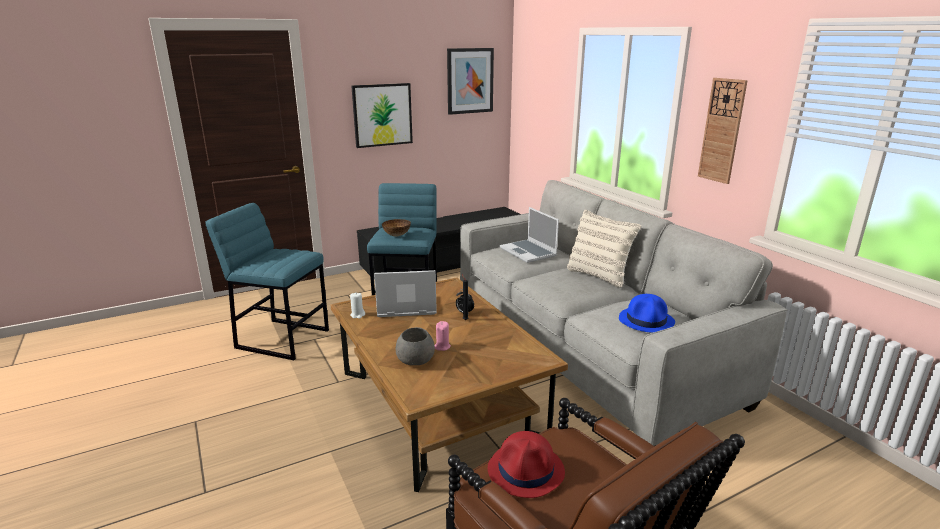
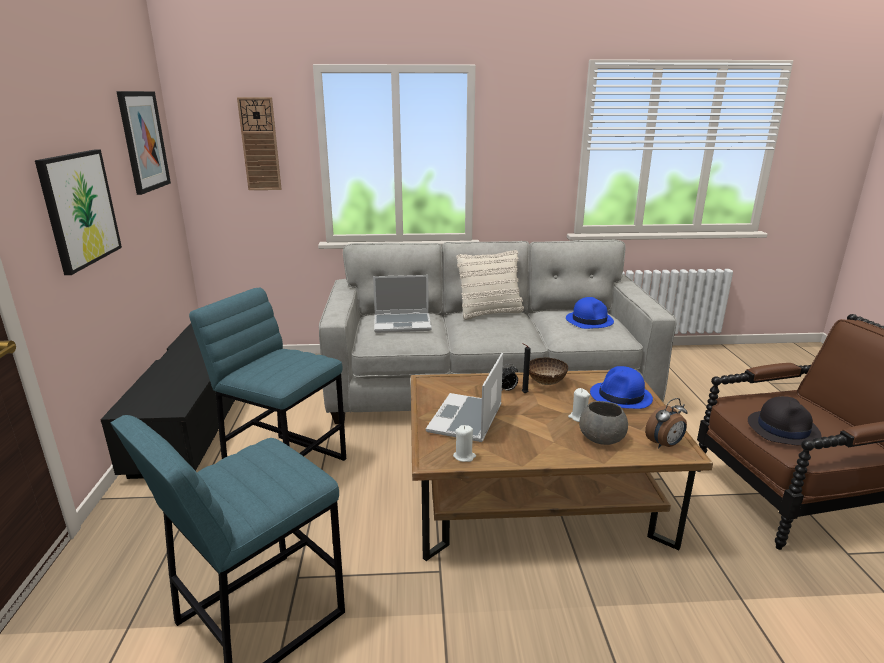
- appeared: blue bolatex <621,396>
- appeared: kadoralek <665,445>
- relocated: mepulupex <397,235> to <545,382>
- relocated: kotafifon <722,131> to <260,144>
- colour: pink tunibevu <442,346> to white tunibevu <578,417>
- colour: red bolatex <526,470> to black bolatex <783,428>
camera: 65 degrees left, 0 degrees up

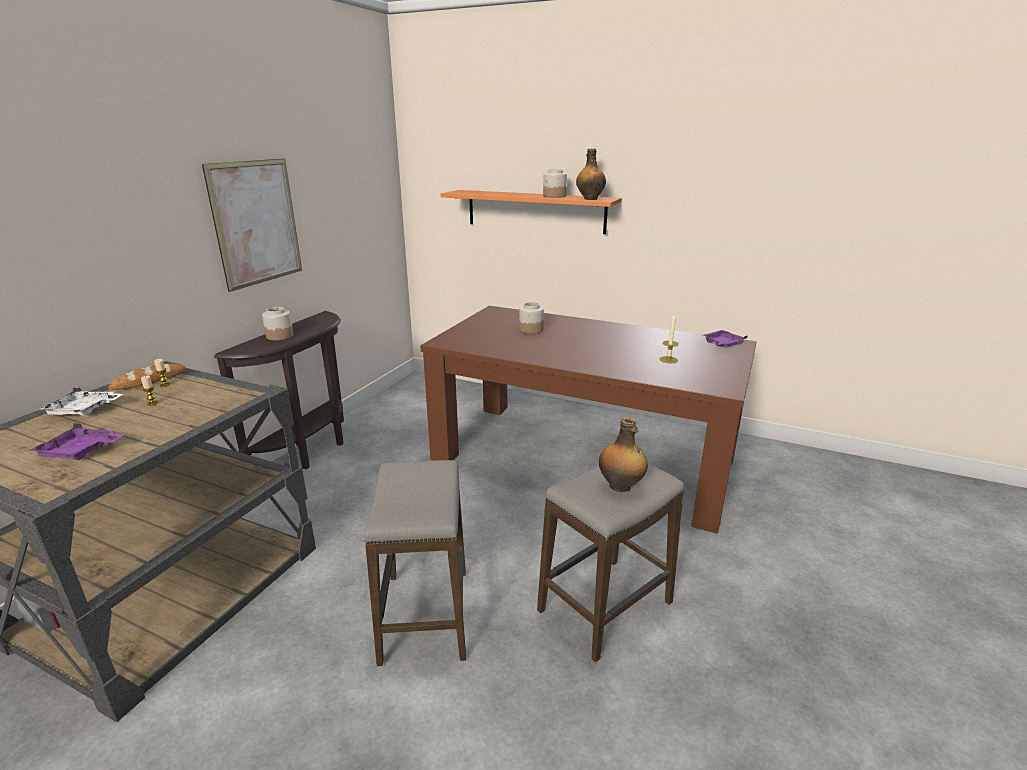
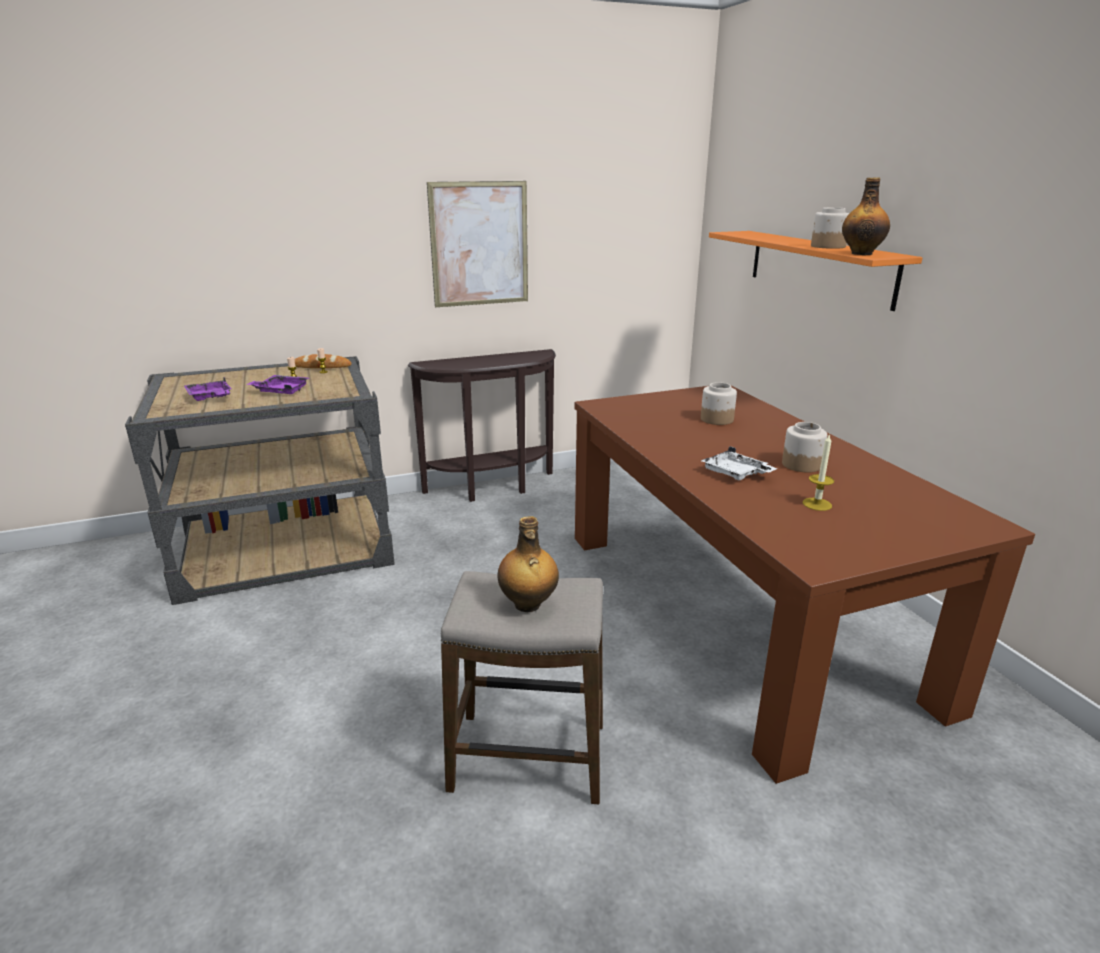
- missing: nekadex <425,615>
- relocated: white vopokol <84,410> to <735,474>
- relocated: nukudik <280,336> to <801,464>
- relocated: purple vopokol <722,344> to <281,391>
camera: 45 degrees right, 0 degrees up

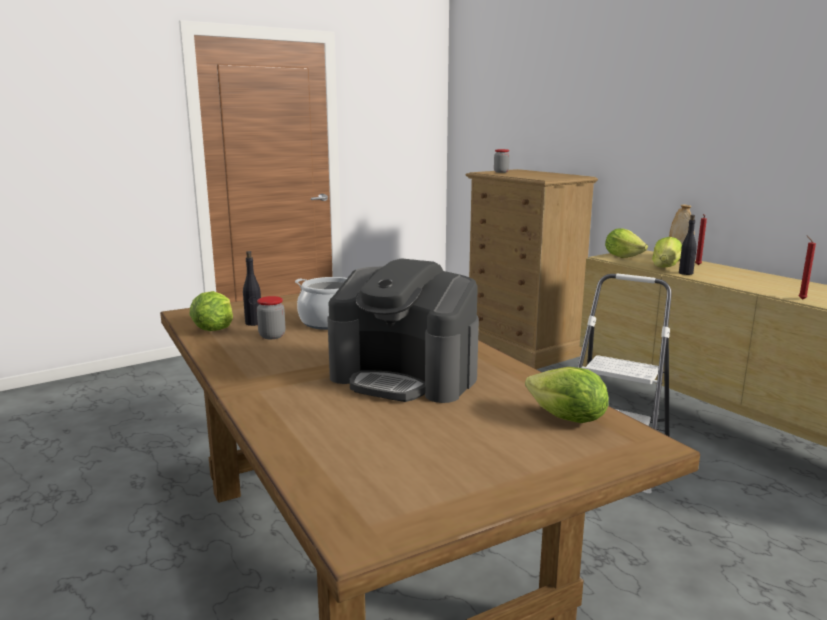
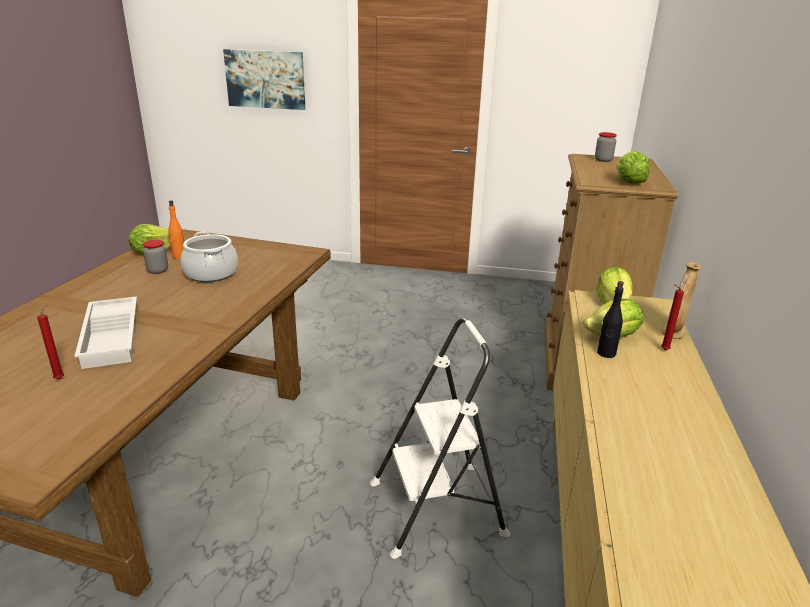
- appeared: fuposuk <265,79>
- relocated: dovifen <567,419> to <628,183>
- relocated: red tunibevu <801,299> to <61,378>
- exchanged: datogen <405,377> to white vopokol <113,337>
- colour: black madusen <253,323> to orange madusen <179,256>
camera: 45 degrees right, 10 degrees up

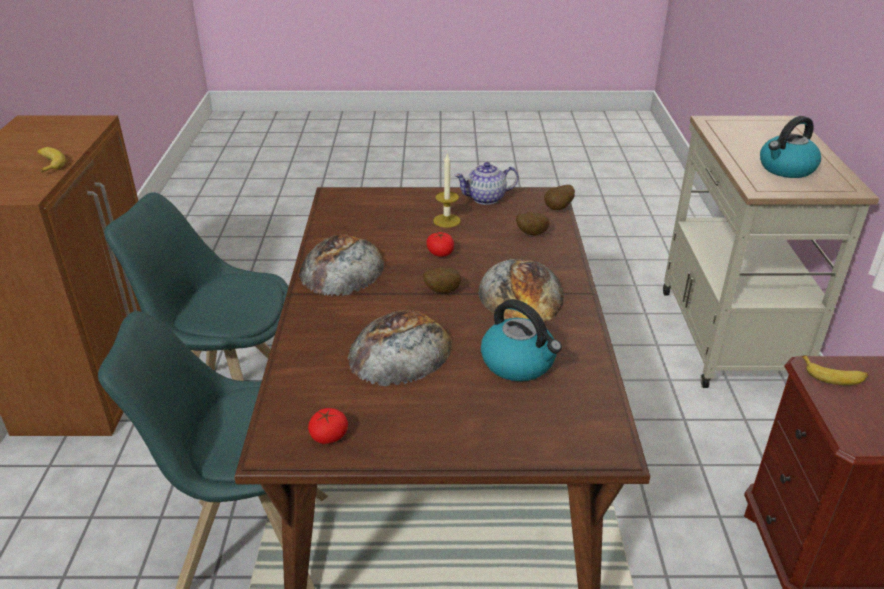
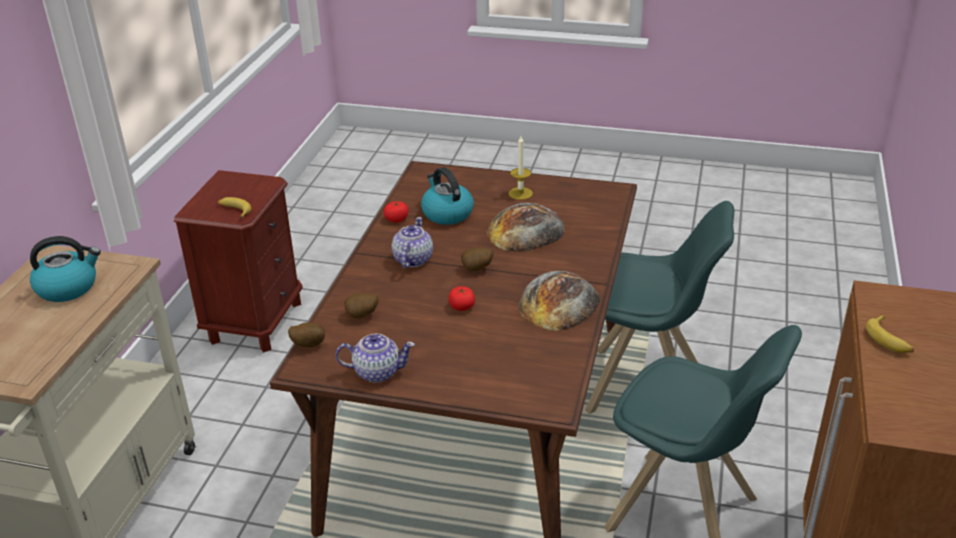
- relocated: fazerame <329,436> to <396,219>
- relocated: tunibevu <446,220> to <520,193>
- exchanged: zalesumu <521,293> to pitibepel <412,260>
camera: 165 degrees left, 0 degrees up

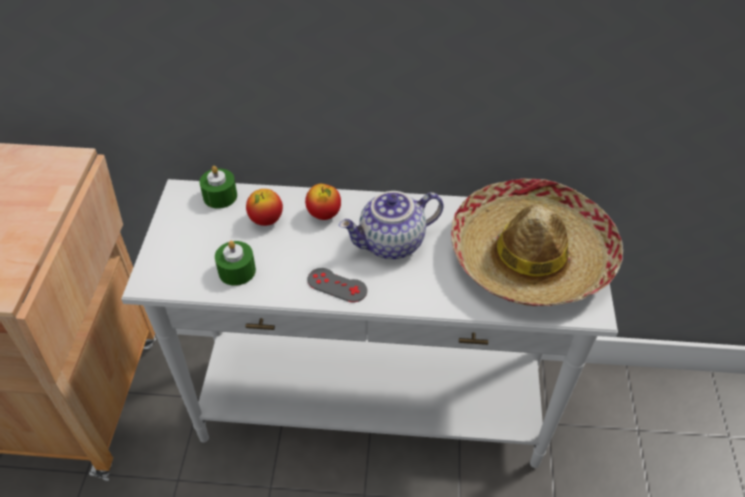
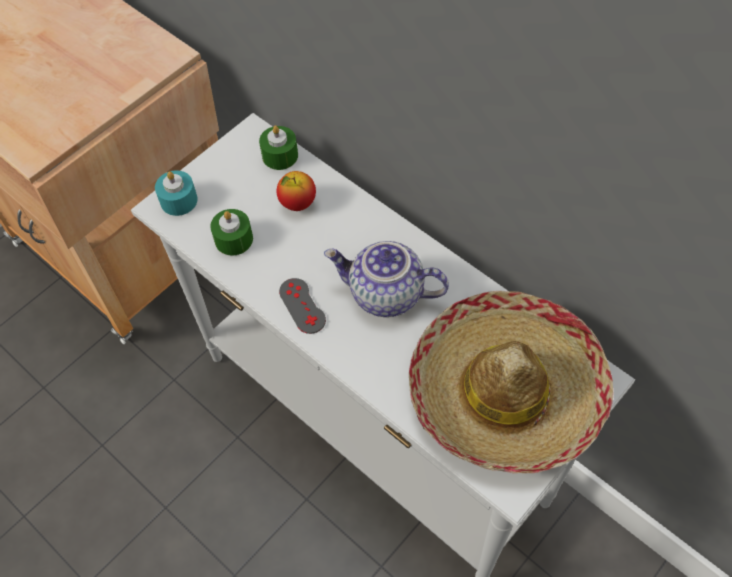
- missing: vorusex <324,215>
- appeared: turquoise tunibevu <179,200>
camera: 40 degrees right, 10 degrees up

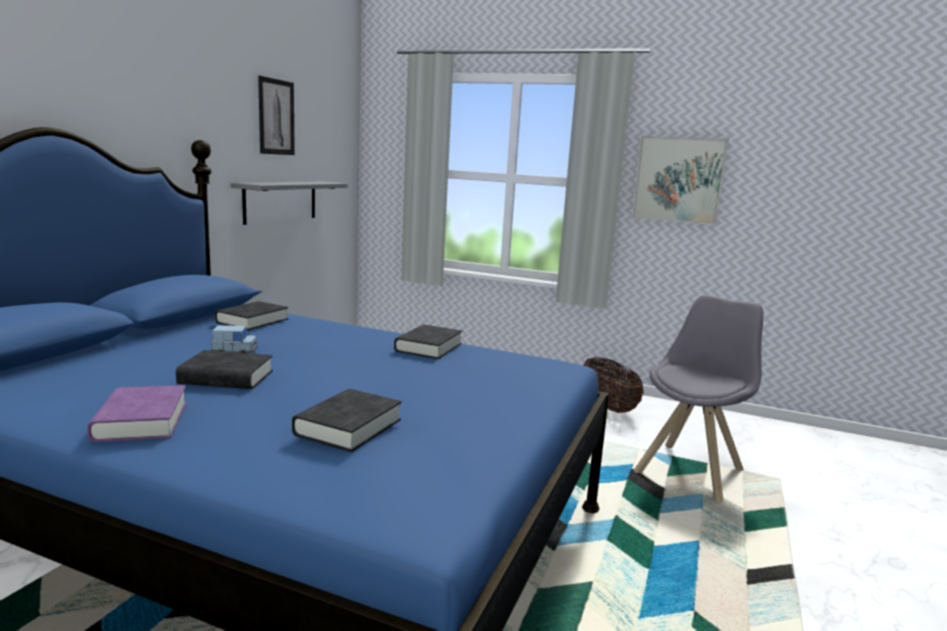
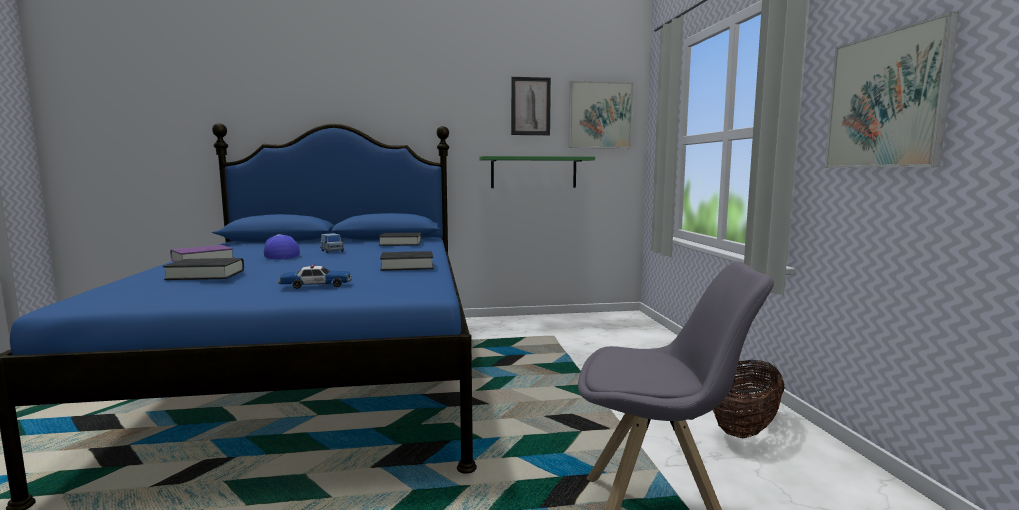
- appeared: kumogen <316,285>
- appeared: fuposuk <600,115>
- exchanged: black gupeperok <226,377> to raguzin <280,255>
- colour: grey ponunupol <280,201> to green ponunupol <533,172>
camera: 60 degrees right, 5 degrees down

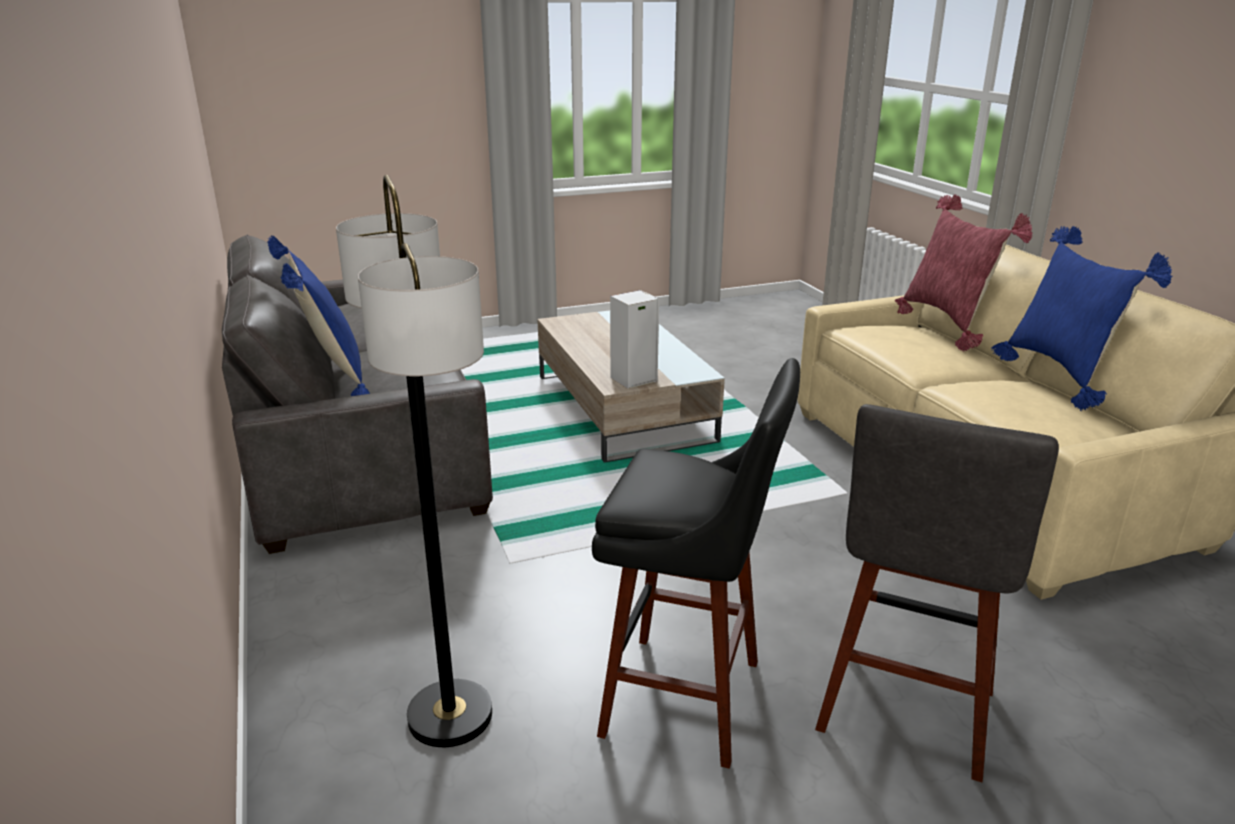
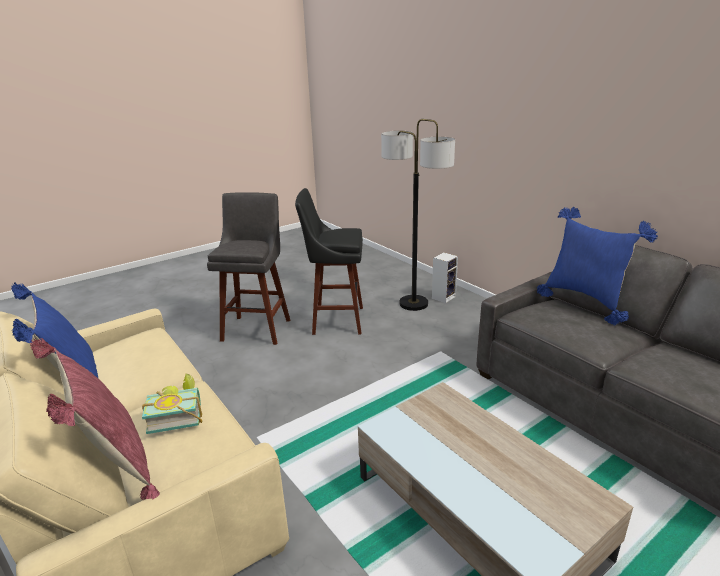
- appeared: gupeperok <176,416>
- relocated: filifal <632,380> to <443,297>
camera: 165 degrees right, 0 degrees up

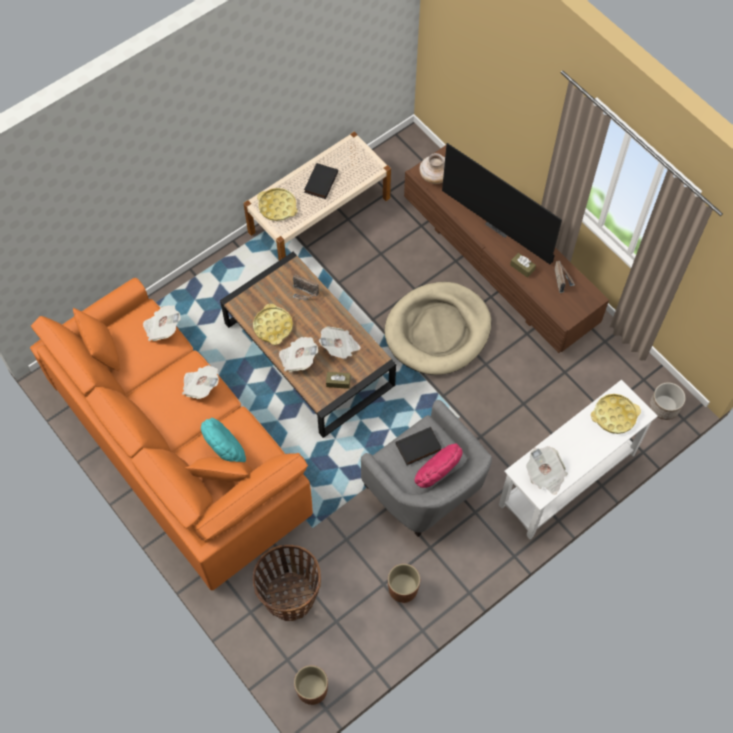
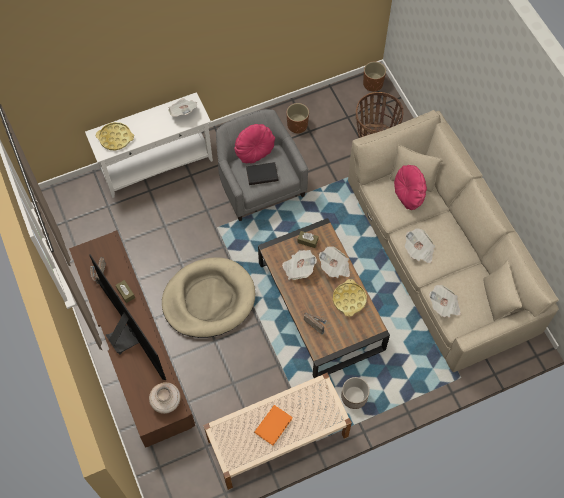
- missing: yellow vopokol <277,207>
- relocated: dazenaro <664,406> to <354,397>
- colour: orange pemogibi <178,445> to beige pemogibi <439,257>
- colour: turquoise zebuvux <225,452> to pink zebuvux <407,196>
- colour: black gupeperok <320,182> to orange gupeperok <274,426>
camera: 165 degrees left, 0 degrees up

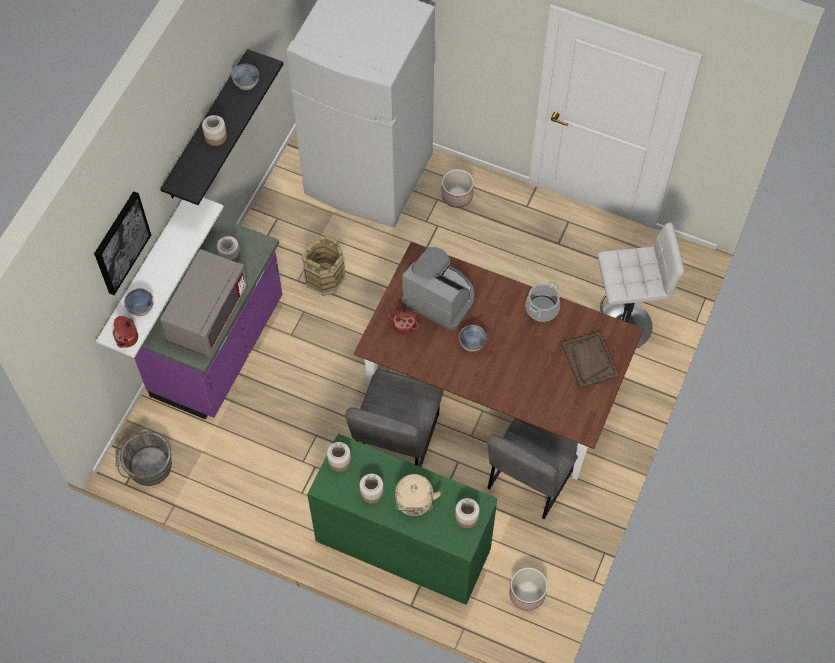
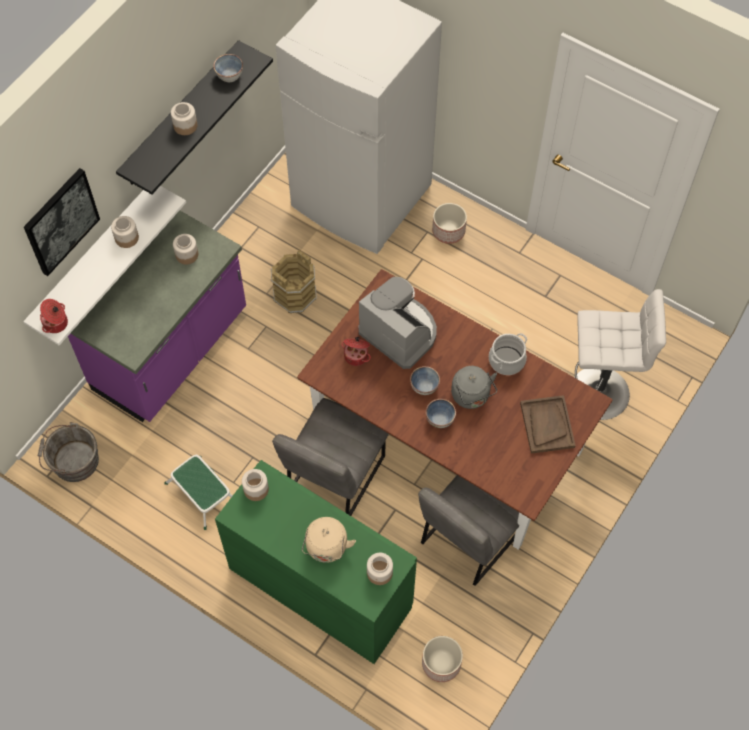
- missing: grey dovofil <208,316>
- appeared: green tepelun <203,492>
- appeared: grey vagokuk <471,396>
- relocated: mepulupex <141,308> to <440,419>
- relocated: nukudik <372,492> to <127,238>
camera: 10 degrees right, 0 degrees up

